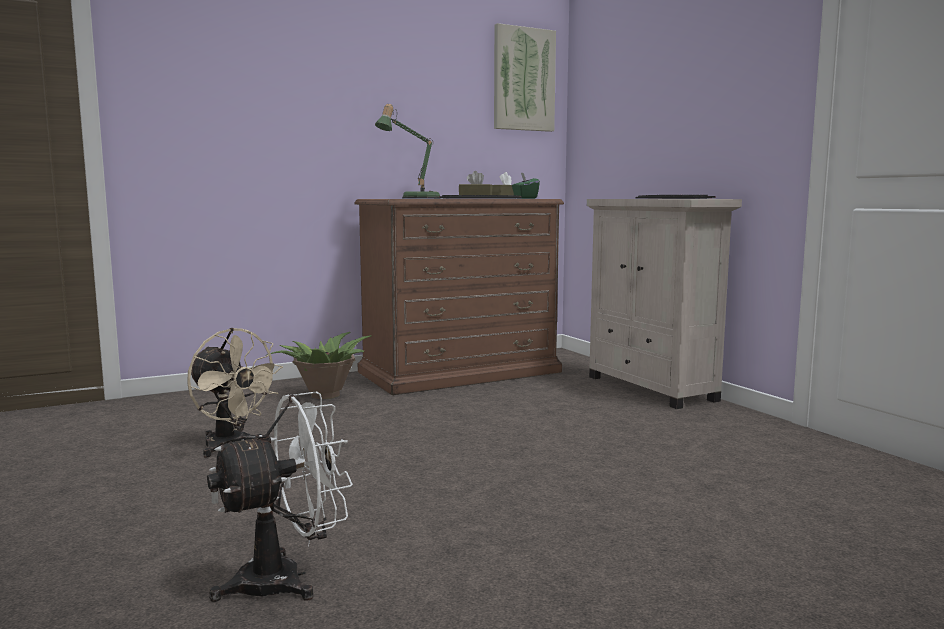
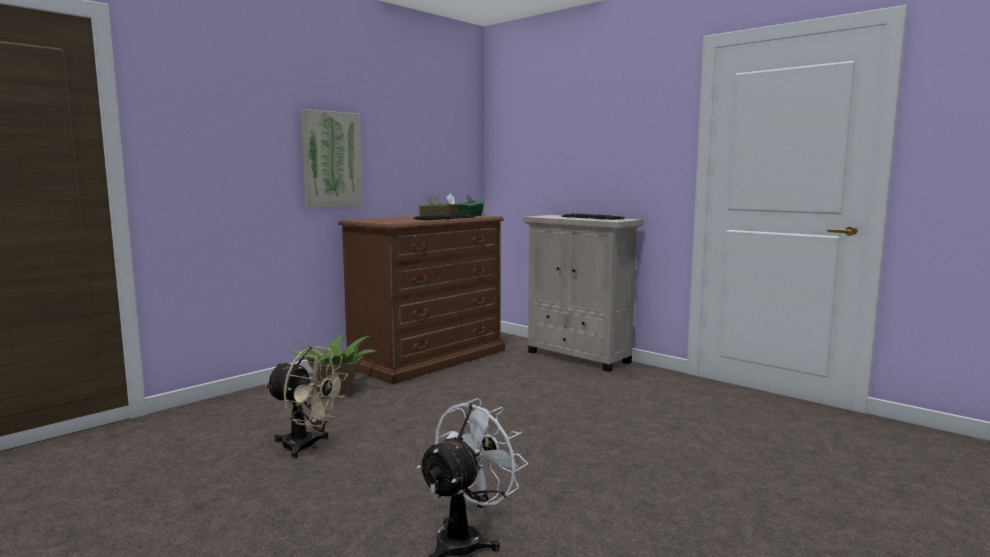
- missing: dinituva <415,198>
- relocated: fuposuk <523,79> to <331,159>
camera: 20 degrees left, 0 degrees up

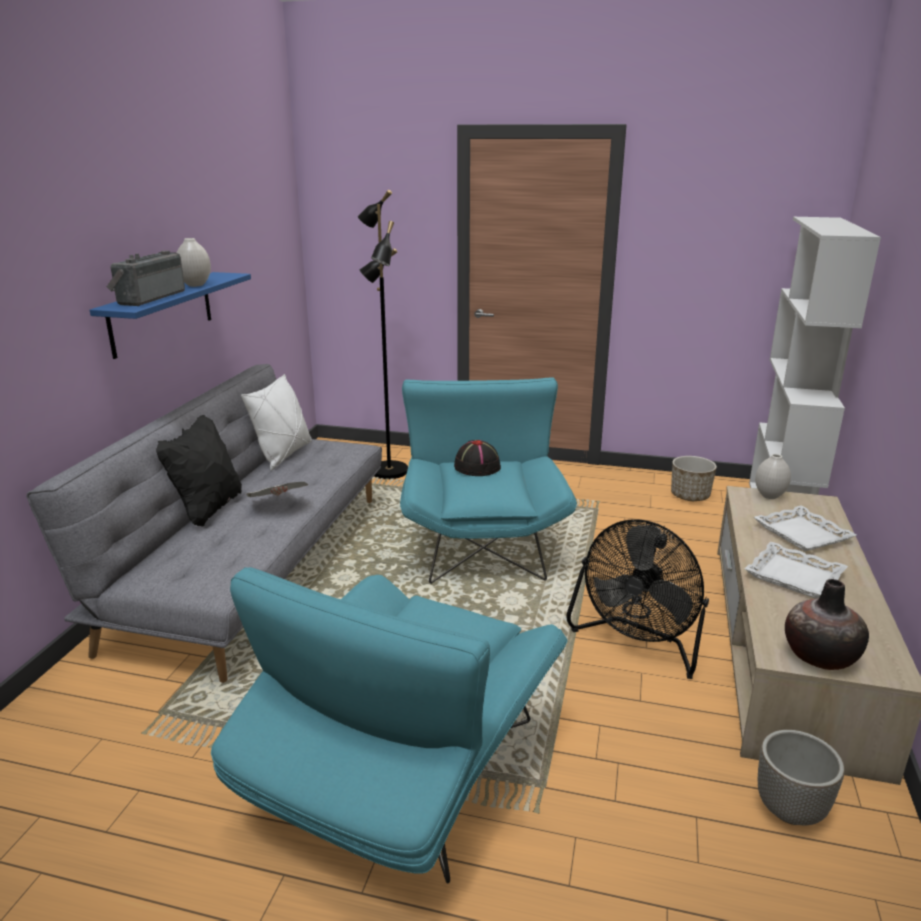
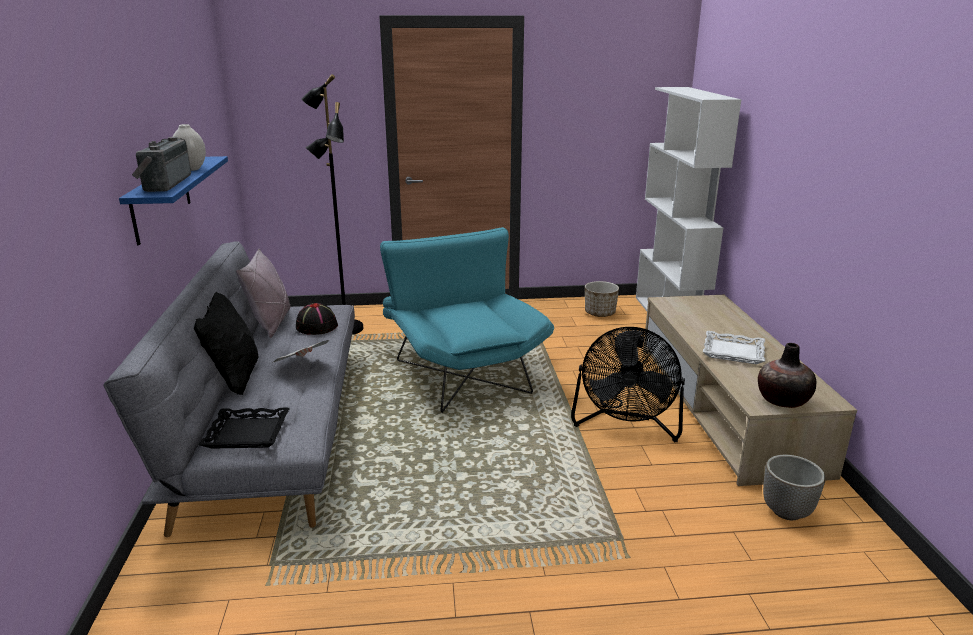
- missing: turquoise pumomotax <401,778>
- missing: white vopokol <801,534>
- missing: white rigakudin <769,496>
- appeared: black vopokol <247,433>
- relocated: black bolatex <477,466> to <316,326>
- colour: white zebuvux <284,454> to purple zebuvux <271,323>
camera: 20 degrees left, 0 degrees up

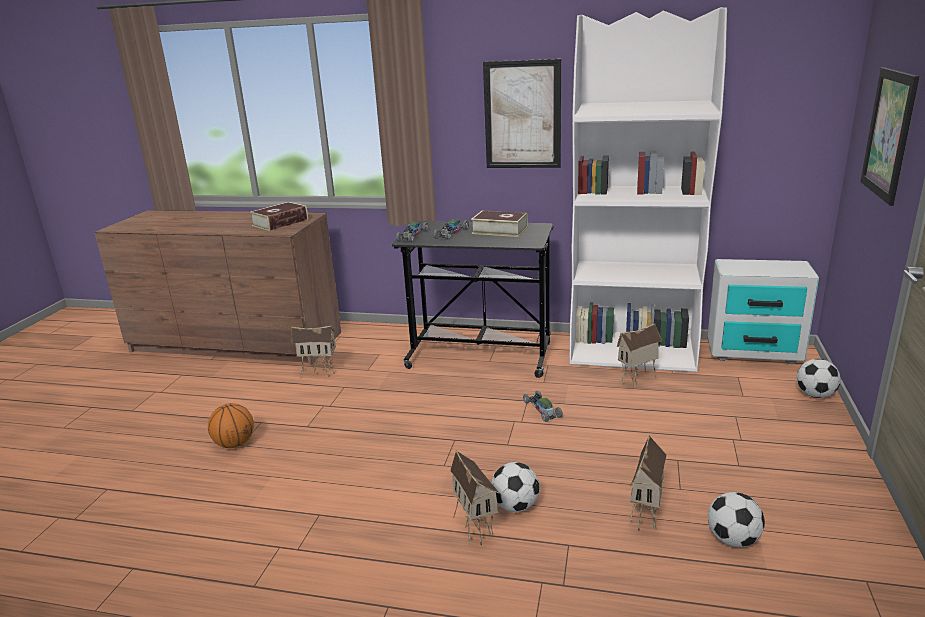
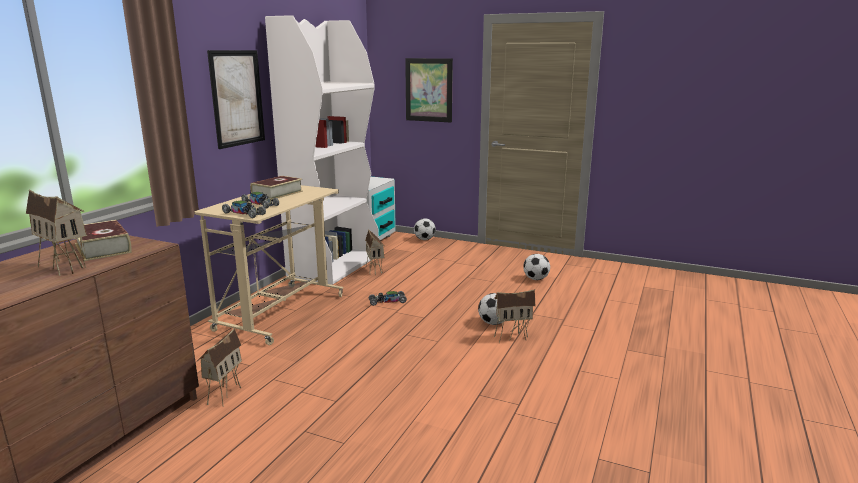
- missing: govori <235,444>
- relocated: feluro <646,516> to <65,267>
- colour: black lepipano <480,355> to beige lepipano <281,312>
camera: 80 degrees left, 5 degrees down

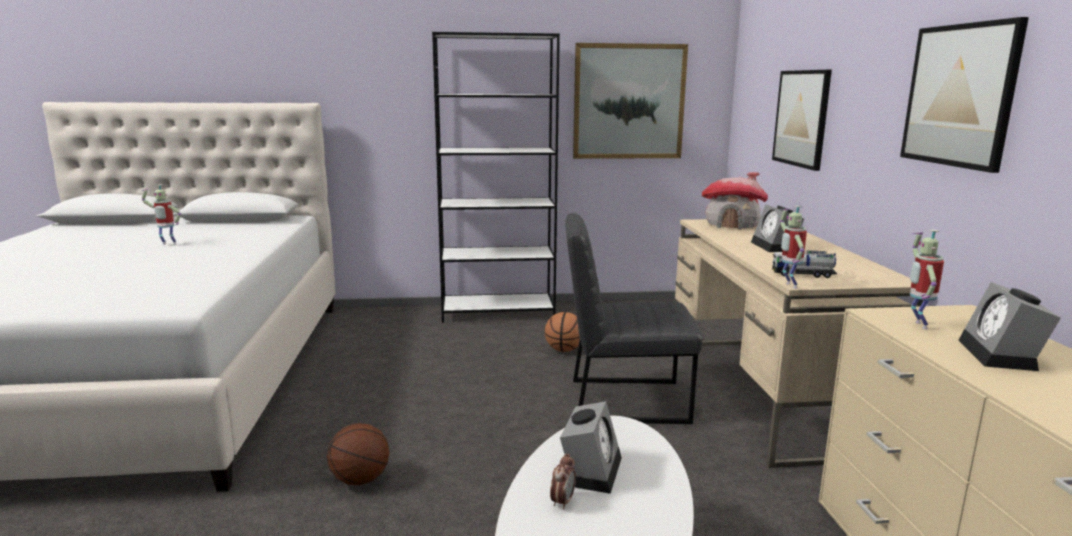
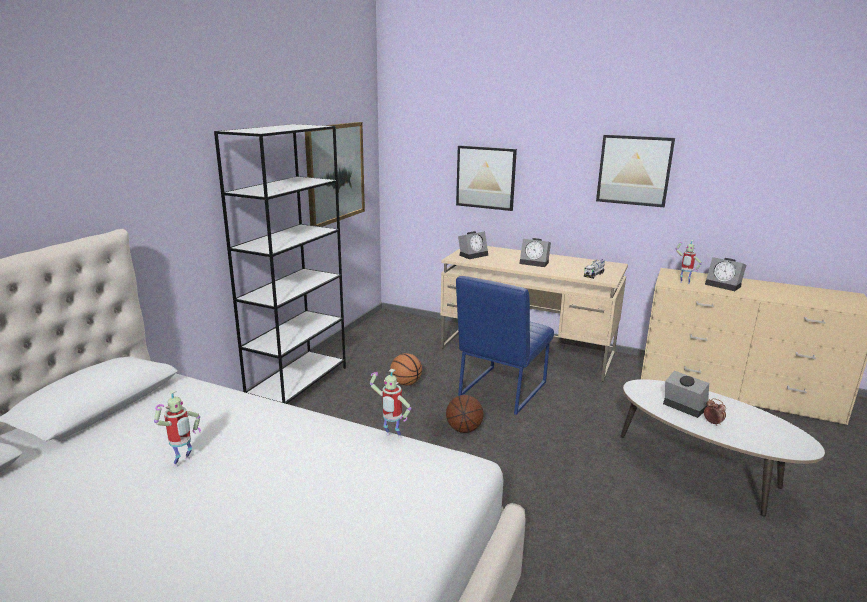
- relocated: govori <361,479> to <464,429>
- relocated: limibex <788,285> to <392,437>
- exchanged: feluro <733,225> to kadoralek <473,255>
- colour: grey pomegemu <624,400> to blue pomegemu <501,390>
camera: 60 degrees left, 5 degrees up

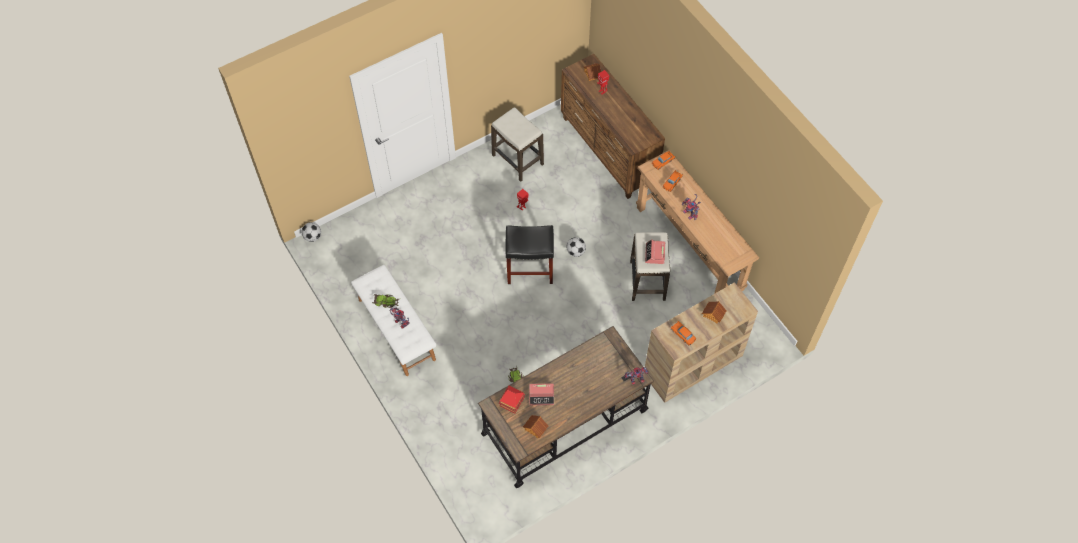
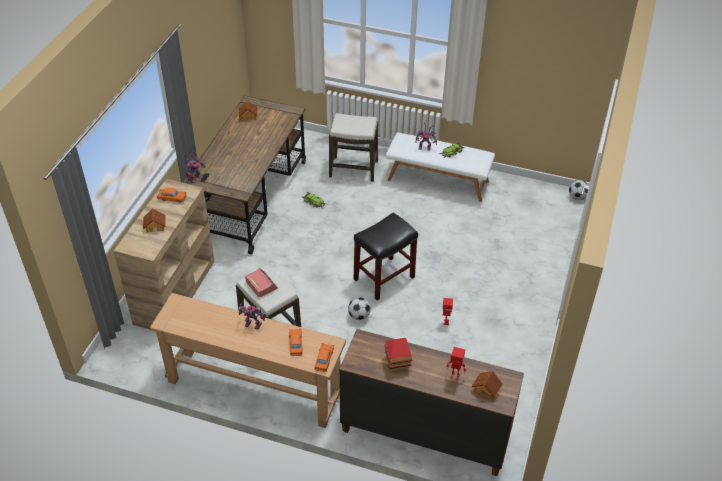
- missing: kadoralek <541,396>
- relocated: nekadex <517,160> to <353,169>
- relocated: feluro <512,404> to <397,362>
camera: 140 degrees right, 15 degrees down

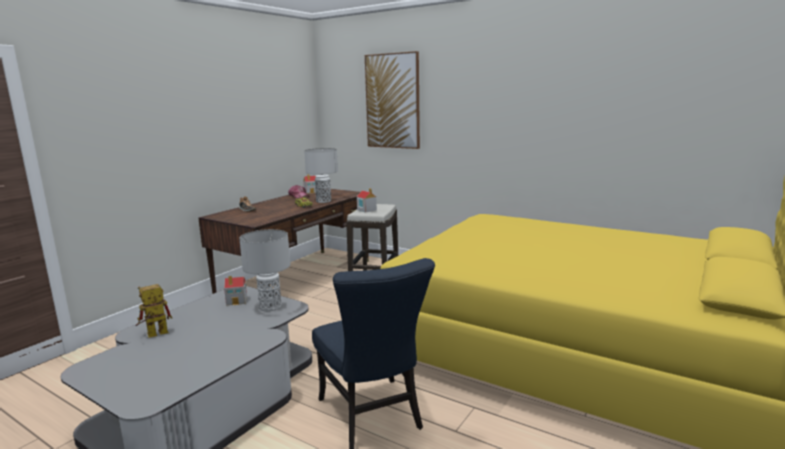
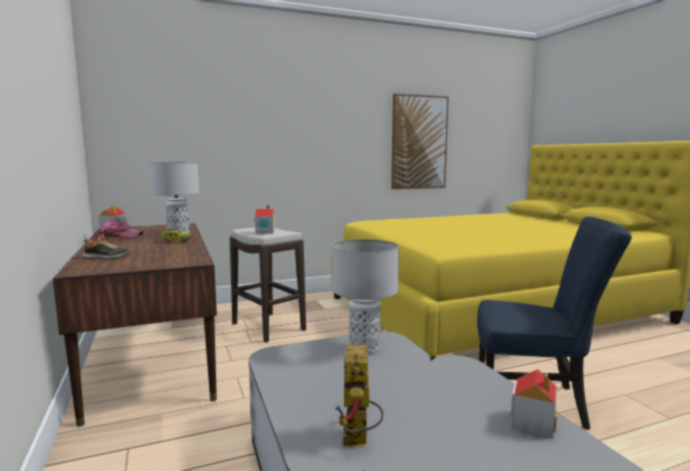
- relocated: feluro <237,300> to <533,423>
- relocated: fuposuk <393,101> to <419,142>
camera: 55 degrees left, 5 degrees down

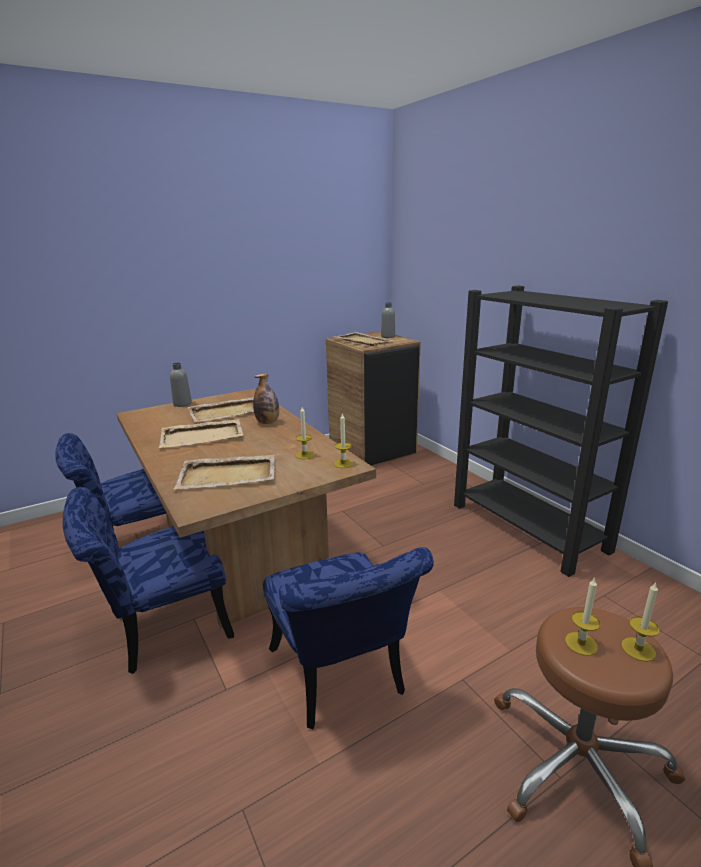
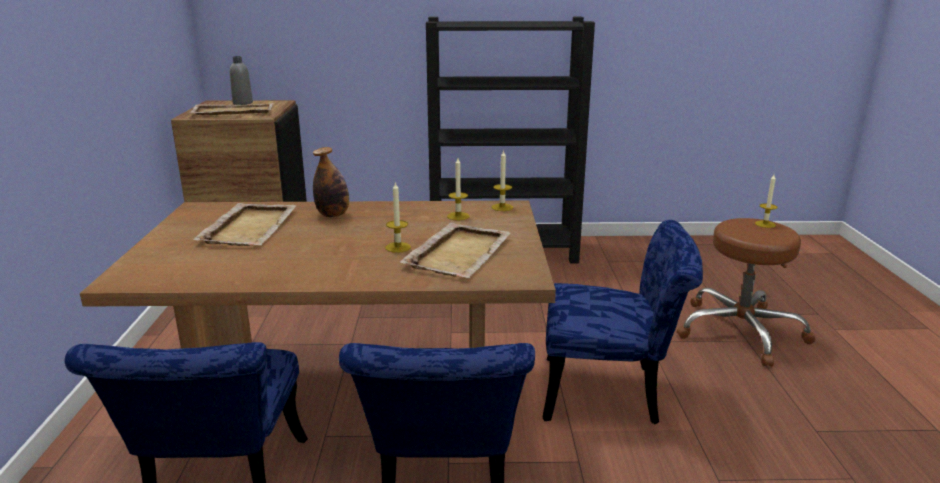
- missing: beige vopokol <203,436>
- missing: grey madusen <182,404>
- relocated: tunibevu <581,643> to <398,247>
camera: 60 degrees left, 0 degrees up

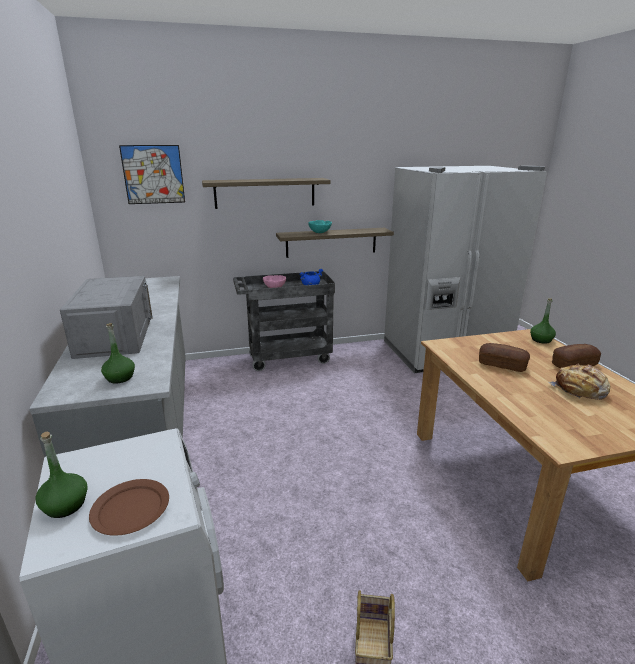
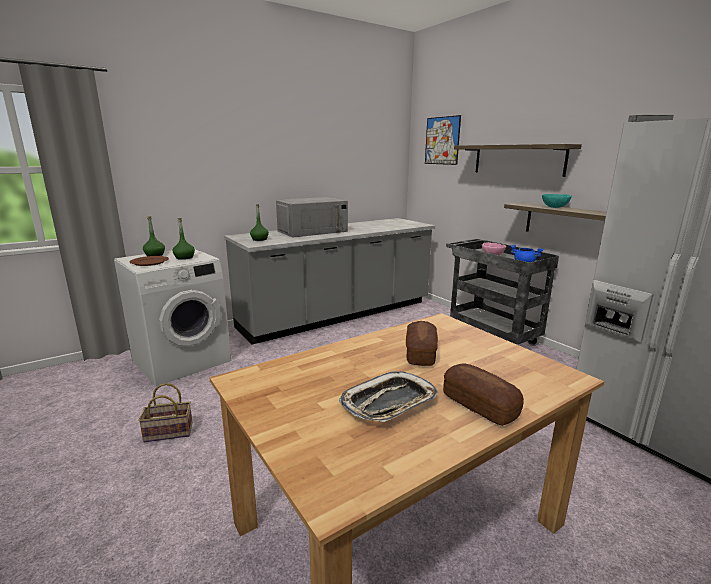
- relocated: green madusen <541,340> to <184,257>
- exchanged: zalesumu <580,390> to vopokol <389,403>
camera: 70 degrees right, 5 degrees down

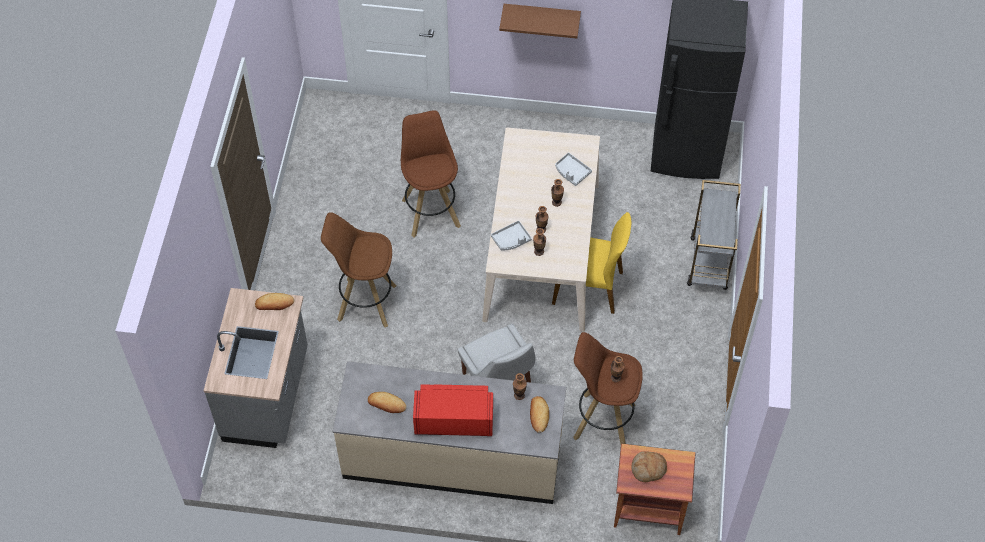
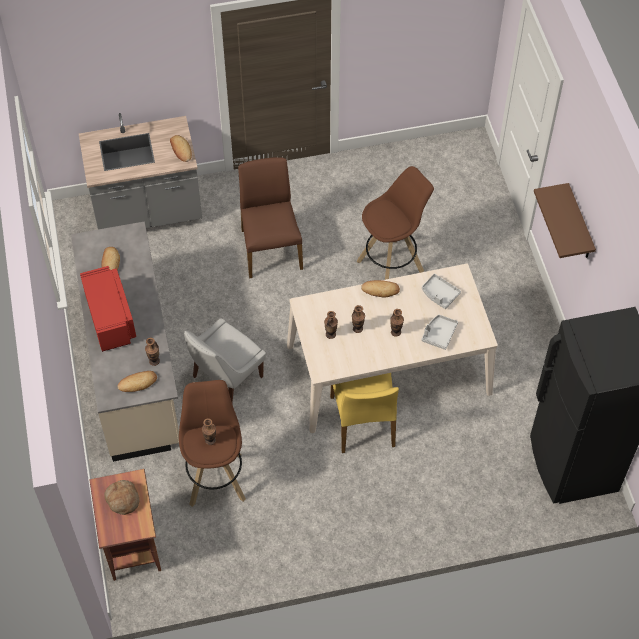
- missing: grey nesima <708,266>
- appeared: zalesumu <380,290>
- relocated: grey vopokol <511,240> to <439,294>
- exchanged: brown nekadex <365,302> to brown pomegemu <270,248>
camera: 70 degrees right, 0 degrees up

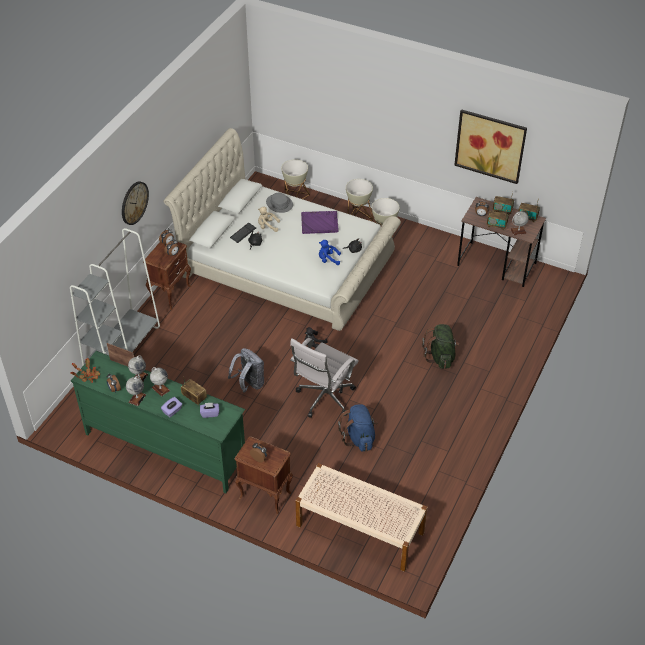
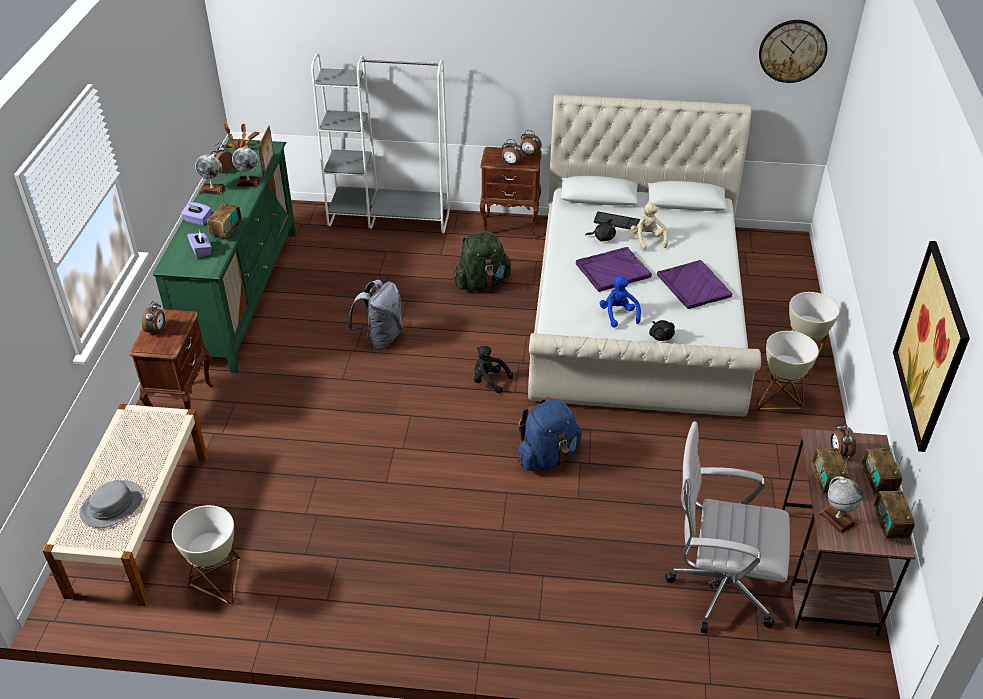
- missing: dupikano <160,389>
- appeared: purple vopokol <612,270>
- relocated: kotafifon <134,203> to <792,51>
- relocated: grey bolatex <279,204> to <112,505>
- relocated: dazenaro <295,197> to <218,581>
- relocated: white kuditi <324,399> to <717,589>
- relocated: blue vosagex <359,438> to <548,456>
- relocated: green vosagex <440,357> to <482,283>
camera: 70 degrees right, 5 degrees down

